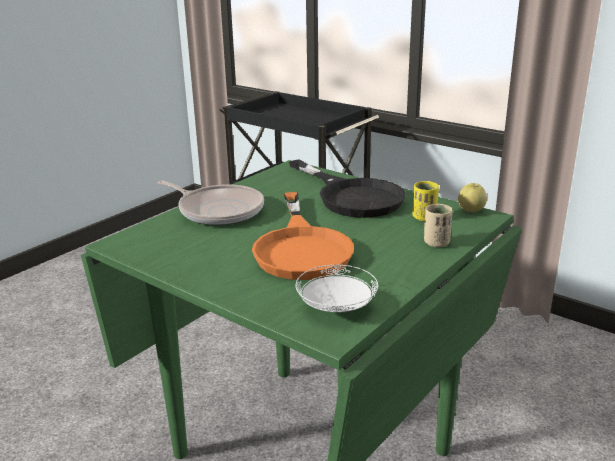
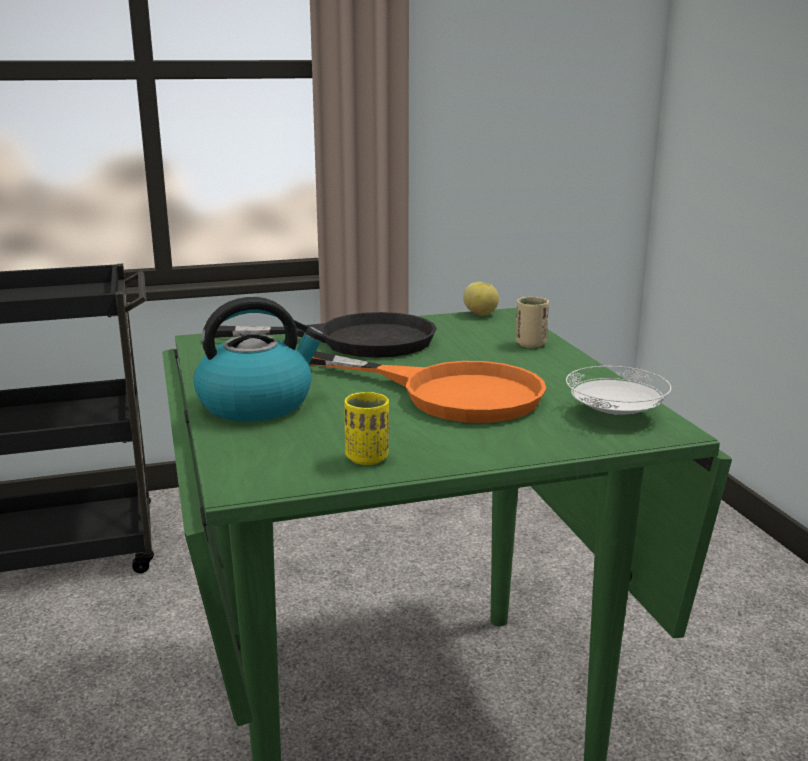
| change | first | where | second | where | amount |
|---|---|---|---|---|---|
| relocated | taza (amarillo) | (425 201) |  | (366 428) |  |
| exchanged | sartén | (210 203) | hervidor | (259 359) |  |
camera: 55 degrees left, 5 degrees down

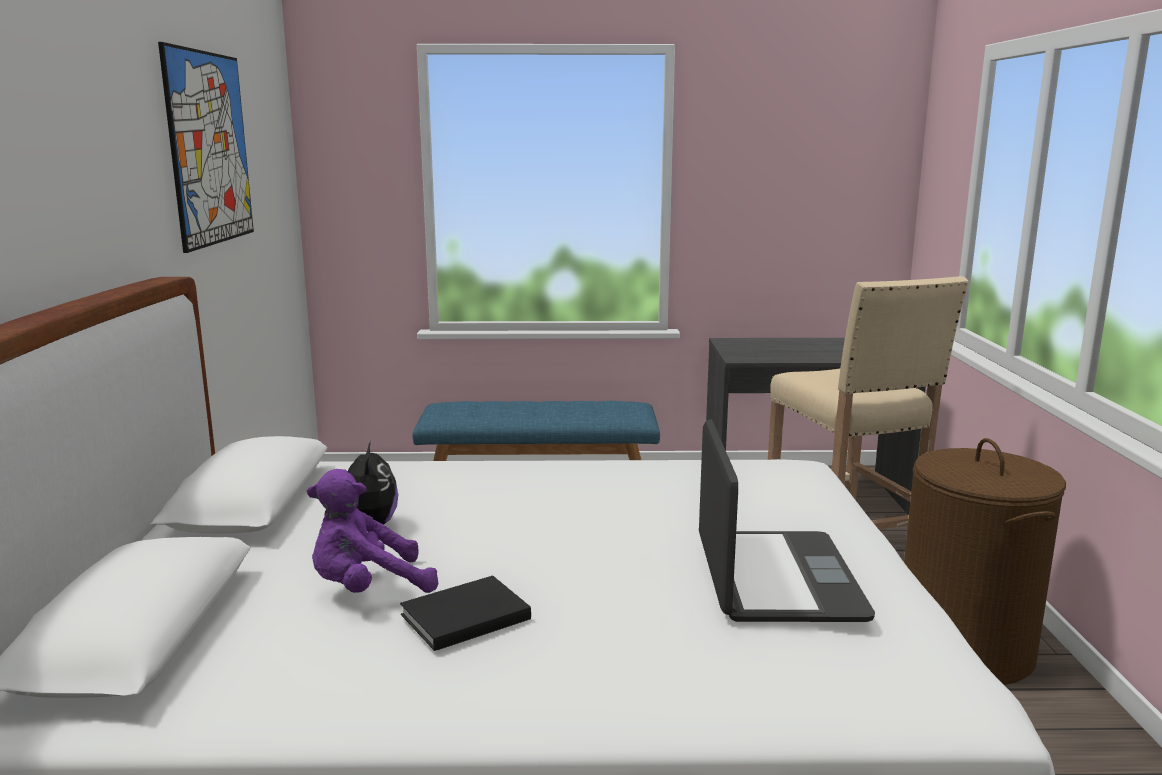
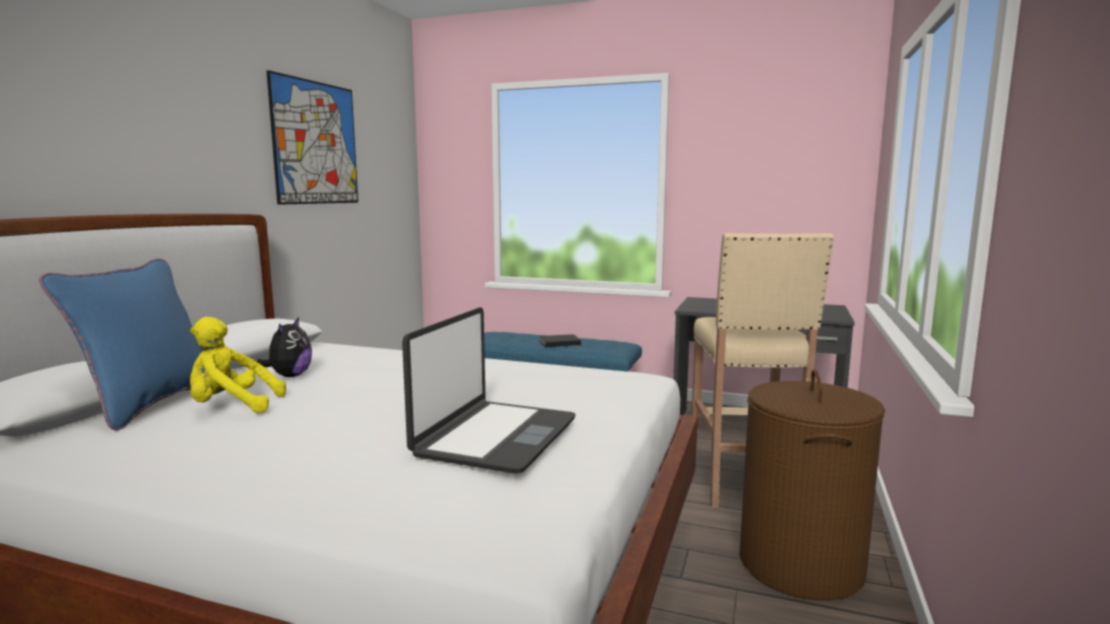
| change | first | where | second | where | amount |
|---|---|---|---|---|---|
| appeared |  |  | cojín (azul) | (121 344) |  |
| relocated | libro (negro) | (465 613) |  | (560 340) |  |
| colour | peluche (morado) | (373 531) | peluche (amarillo) | (238 365) |  |
camera: 20 degrees right, 5 degrees down

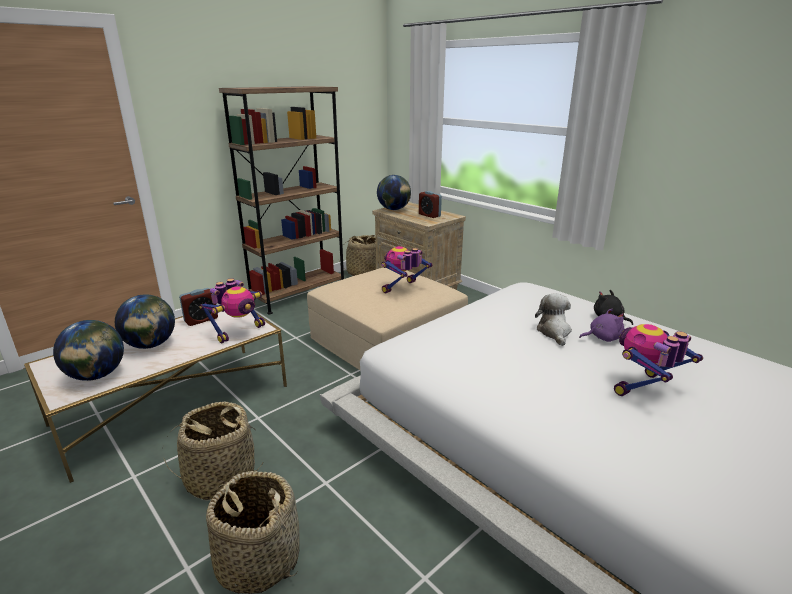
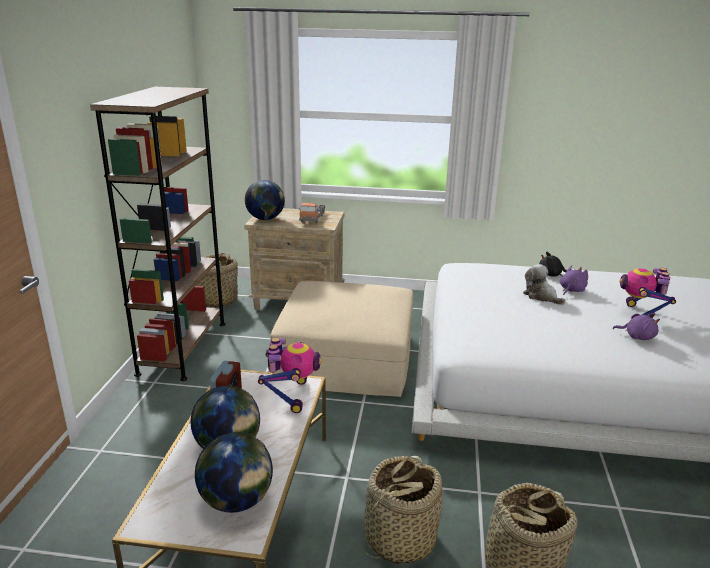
| change | first | where | second | where | amount |
|---|---|---|---|---|---|
| missing | robot de juguete | (407 269) |  |  |  |
| appeared |  |  | peluche (morado) | (636 326) |  |
| exchanged | despertador | (430 204) | camión de juguete | (312 213) |  |
camera: 40 degrees left, 0 degrees up

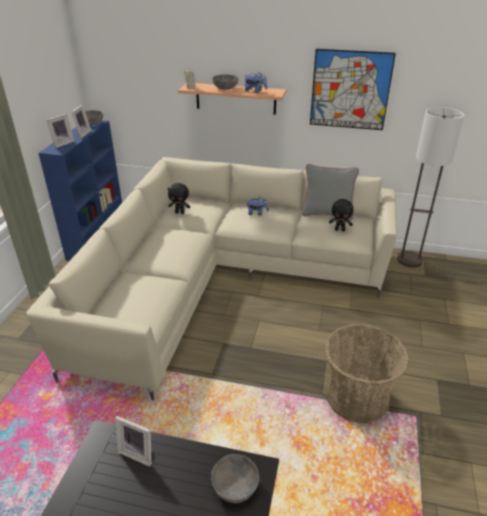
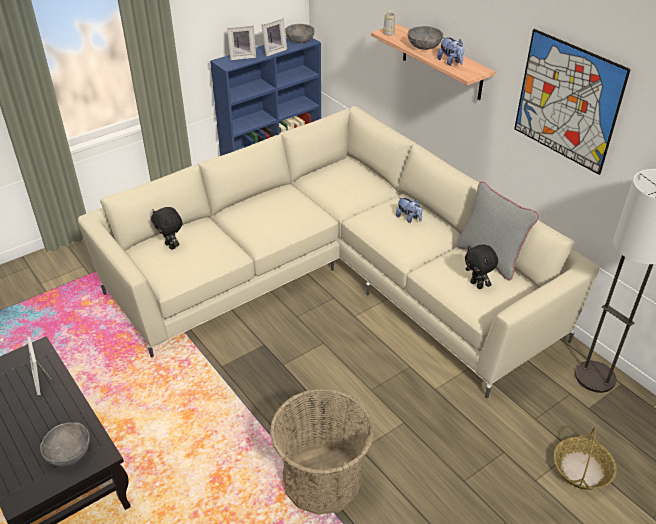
| change | first | where | second | where | amount |
|---|---|---|---|---|---|
| appeared |  |  | cesta | (585 458) |  |
| relocated | peluche (negro) | (178 198) |  | (166 228) |  |
camera: 40 degrees right, 5 degrees up

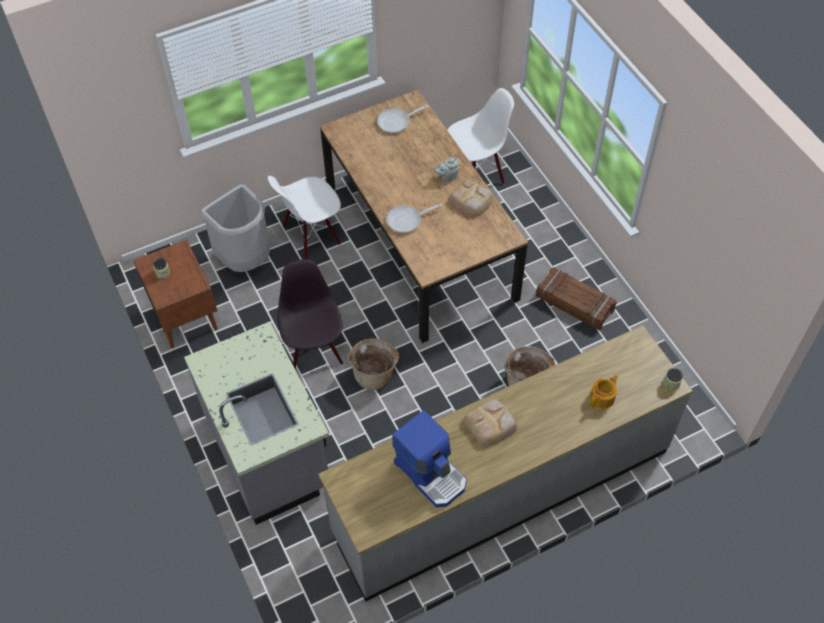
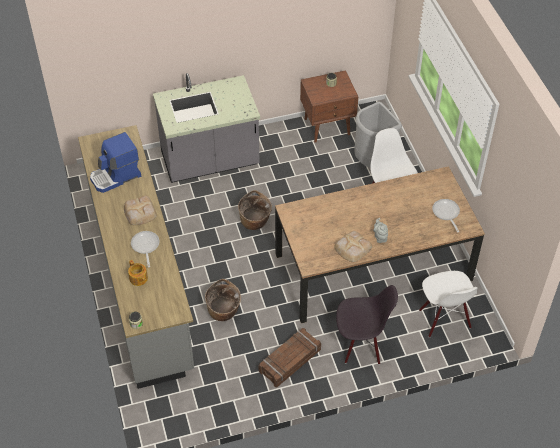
| change | first | where | second | where | amount |
|---|---|---|---|---|---|
| relocated | silla (negro) | (310 314) |  | (367 324) |  |
| relocated | sartén | (414 218) |  | (145 249) |  |
camera: 100 degrees right, 5 degrees down

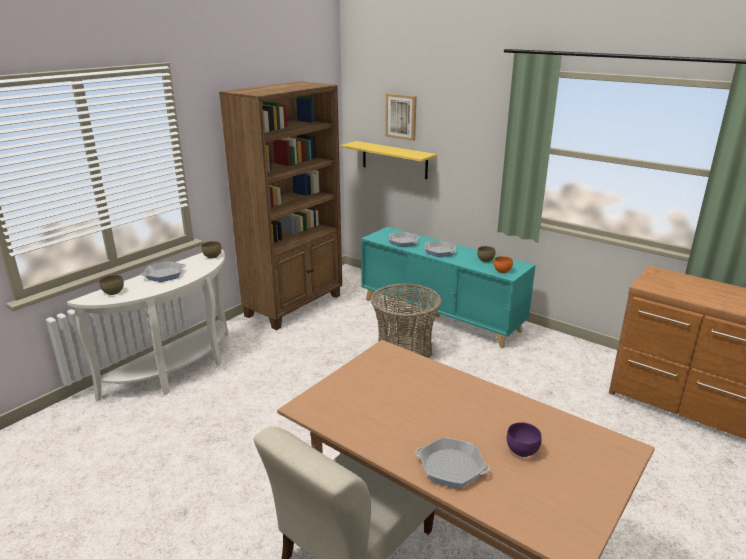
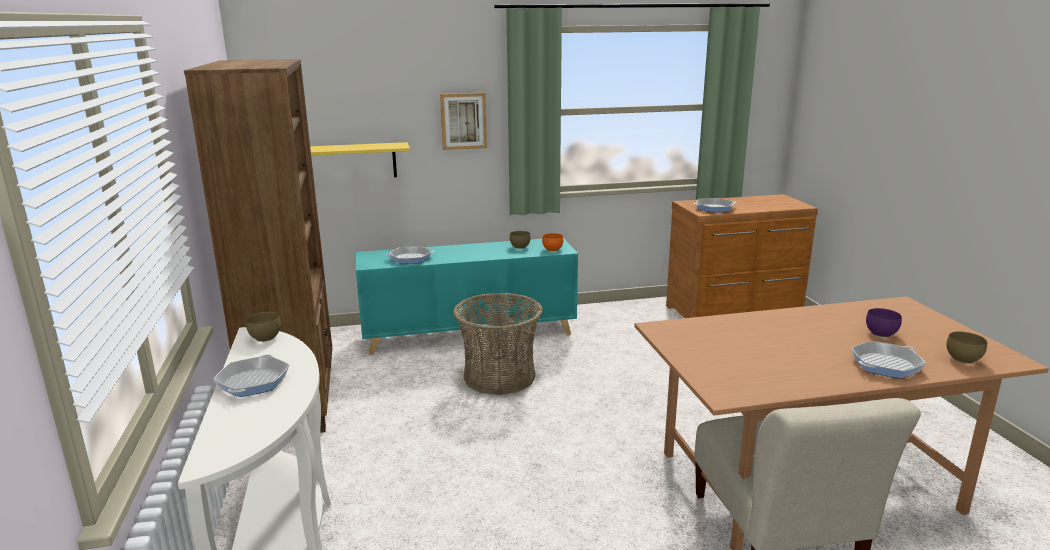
| change | first | where | second | where | amount |
|---|---|---|---|---|---|
| relocated | cuenco (marrón) | (111 285) |  | (966 347) |  |
| relocated | cuadro | (401 117) |  | (463 121) |  |
| relocated | sartén | (441 249) |  | (715 205) |  |
camera: 50 degrees left, 5 degrees down

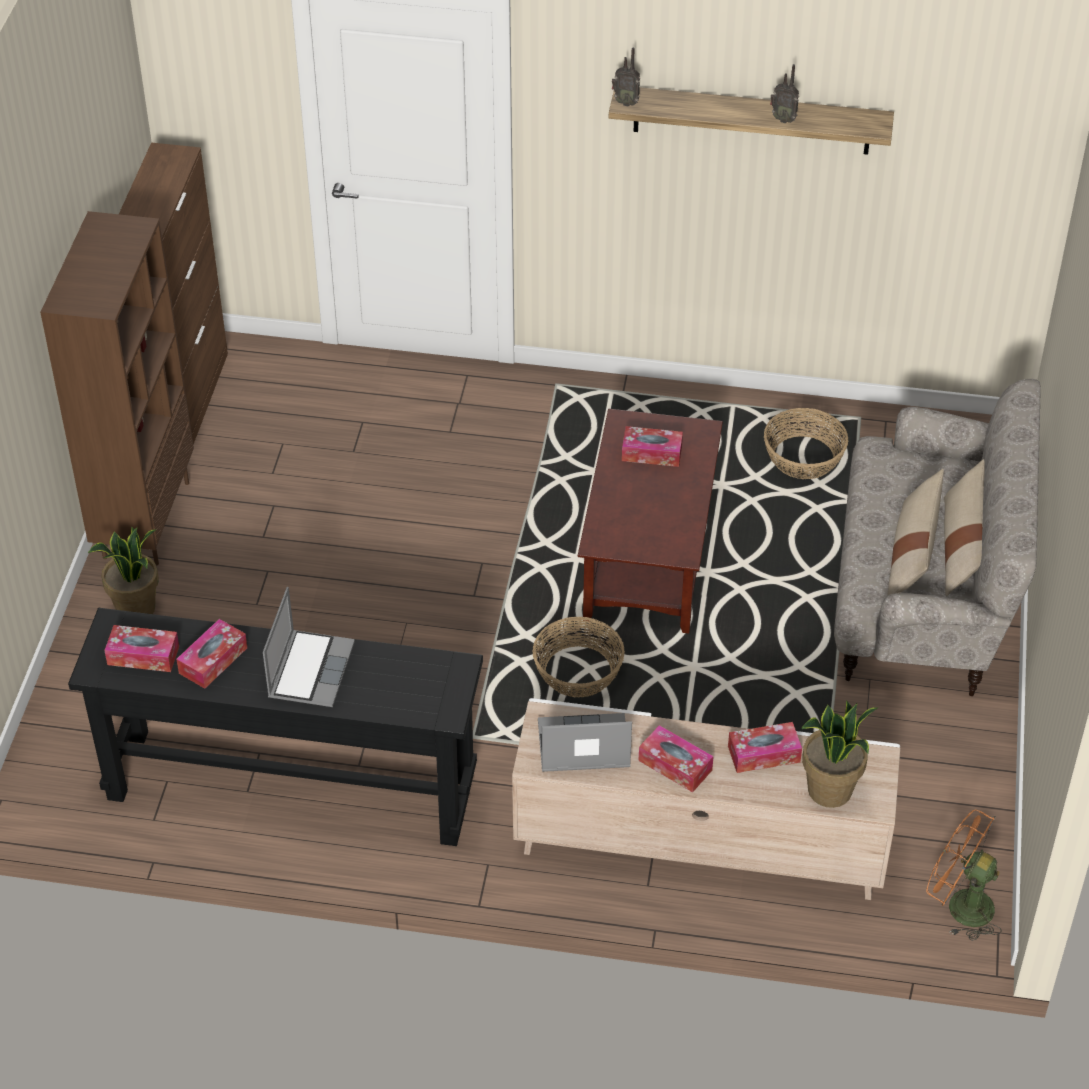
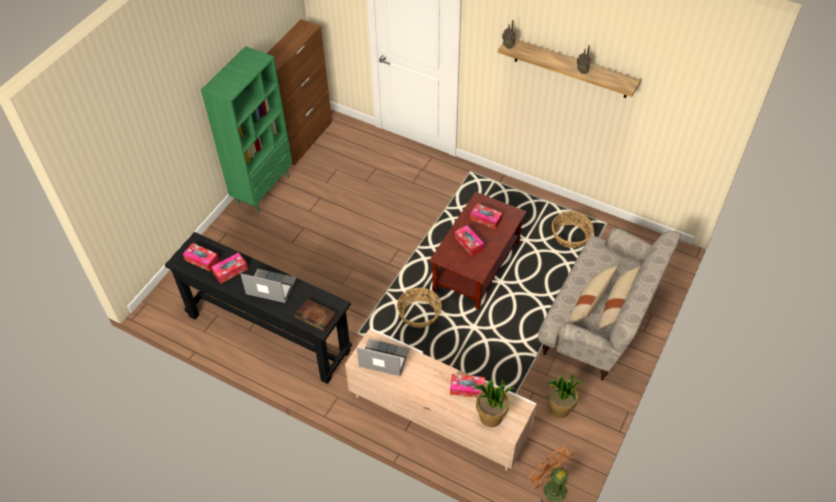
| change | first | where | second | where | amount |
|---|---|---|---|---|---|
| appeared |  |  | libro | (315 315) |  |
| relocated | planta en maceta | (123 570) |  | (565 395) |  |
| relocated | caja de pañuelos | (676 758) |  | (469 240) |  |
| colour | estantería (marrón) | (117 388) | estantería (verde) | (246 129) |  |
| spun | portátil | (309 647) |  | (268 286) | 105 degrees counterclockwise |
camera: 20 degrees right, 5 degrees up

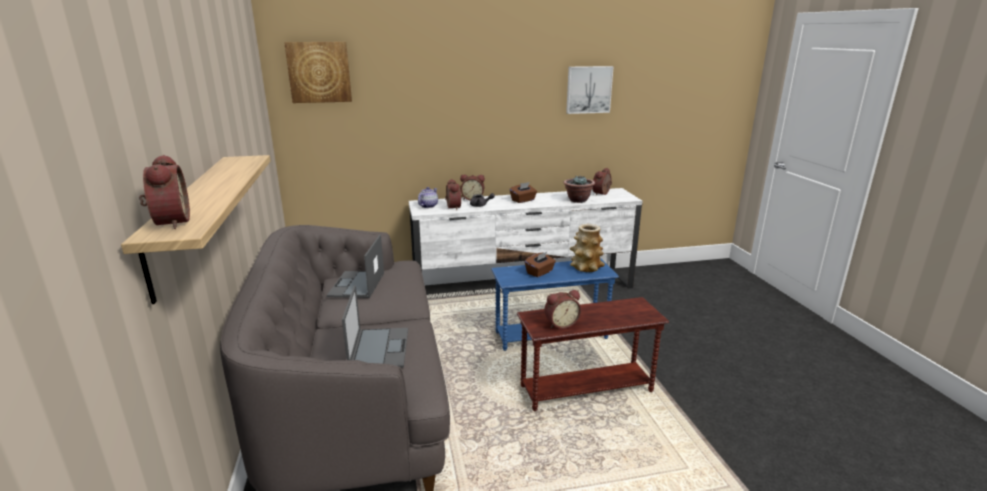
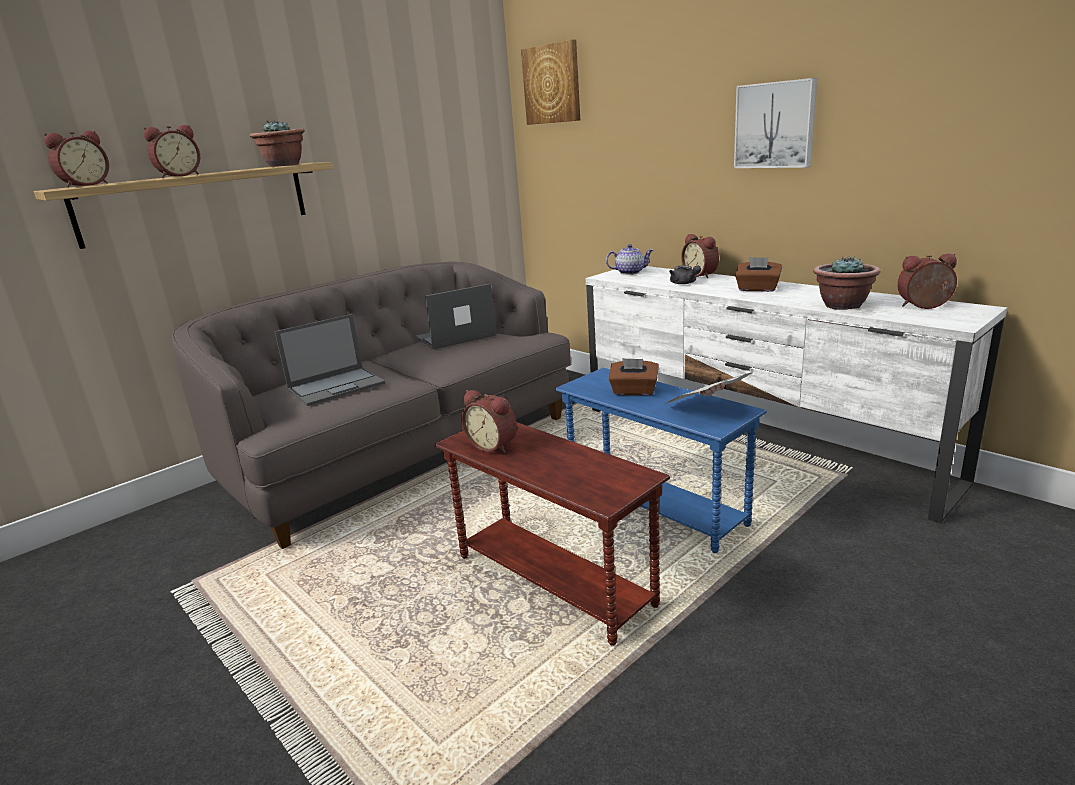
| change | first | where | second | where | amount |
|---|---|---|---|---|---|
| appeared |  |  | planta en maceta | (277 143) |  |
| relocated | despertador | (453 194) |  | (172 151) |  |
| relocated | cuadro | (590 90) |  | (775 123) |  |
| exchanged | florero | (587 248) | periódico | (708 388) |  |
camera: 60 degrees right, 0 degrees up

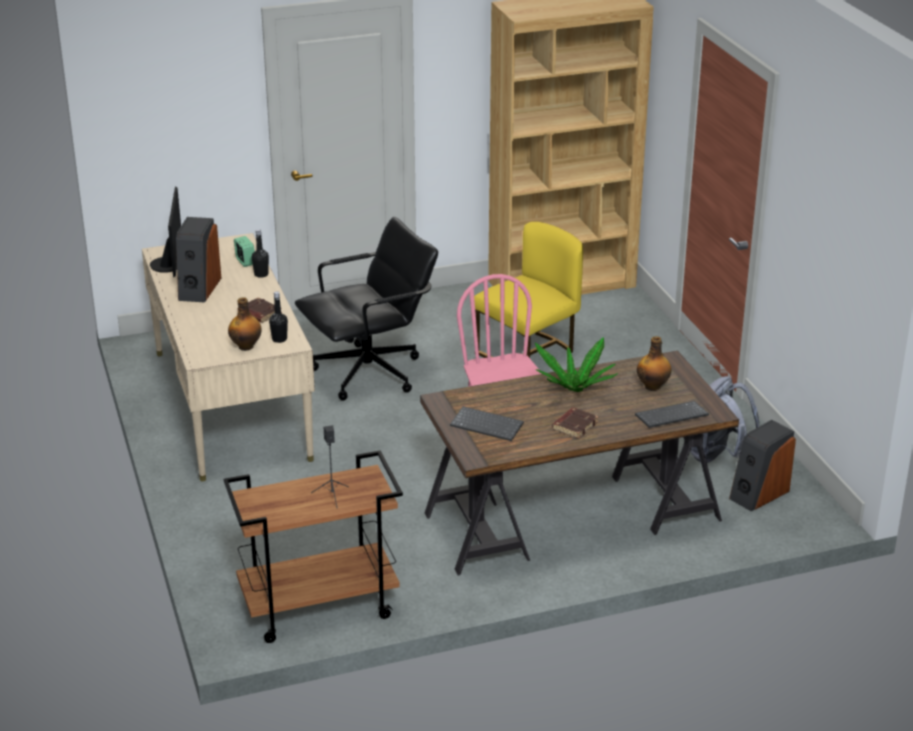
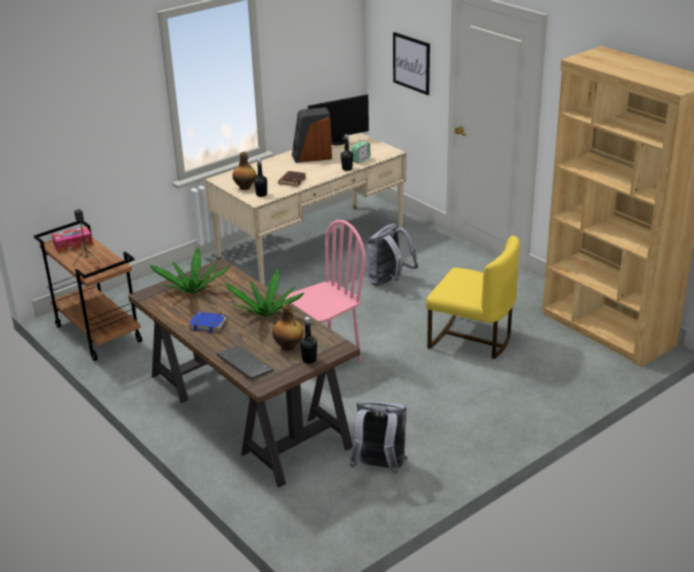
| change | first | where | second | where | amount |
|---|---|---|---|---|---|
| missing | altavoz | (762 465) |  |  |  |
| appeared |  |  | caja de pañuelos | (72 239) |  |
| appeared |  |  | botella (negro) | (308 340) |  |
| appeared |  |  | cuadro | (411 63) |  |
| exchanged | silla de oficina (negro) | (366 309) | mochila (gris) | (392 255) |  |
| exchanged | teclado | (487 423) | planta en maceta | (190 270) |  |
| colour | libro (marrón) | (575 423) | libro (azul) | (207 322) |  |
camera: 70 degrees right, 0 degrees up

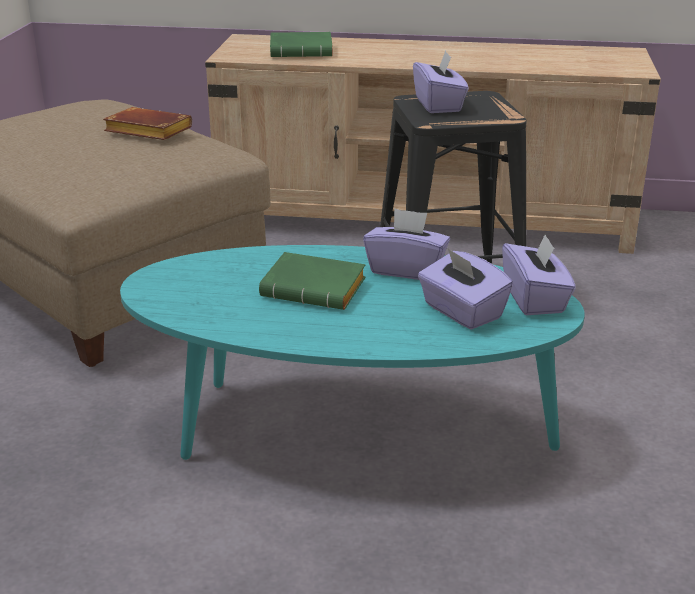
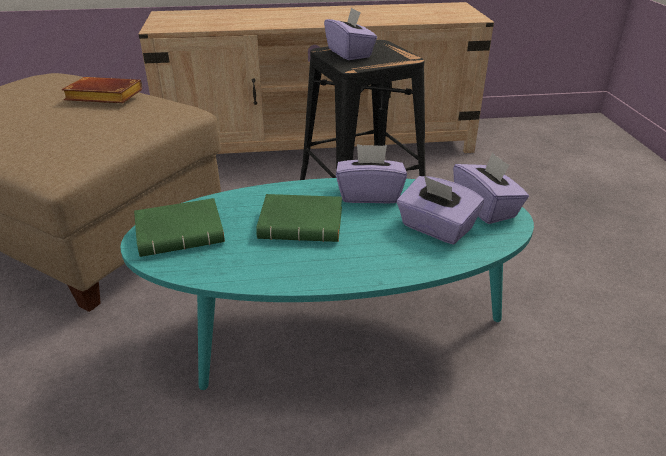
| change | first | where | second | where | amount |
|---|---|---|---|---|---|
| relocated | libro (verde) | (301 45) |  | (179 227) |  |
camera: 15 degrees left, 5 degrees up

